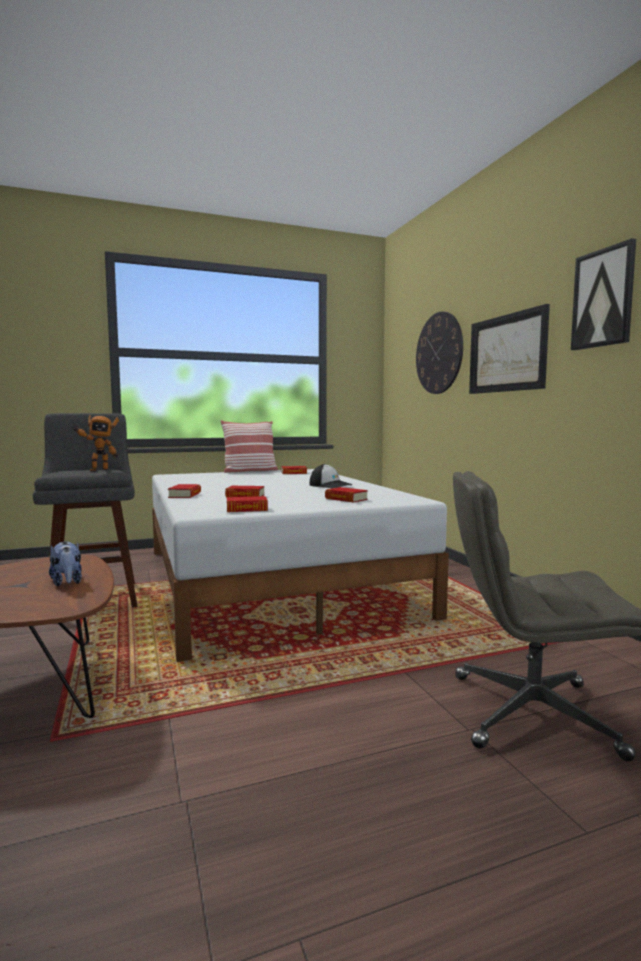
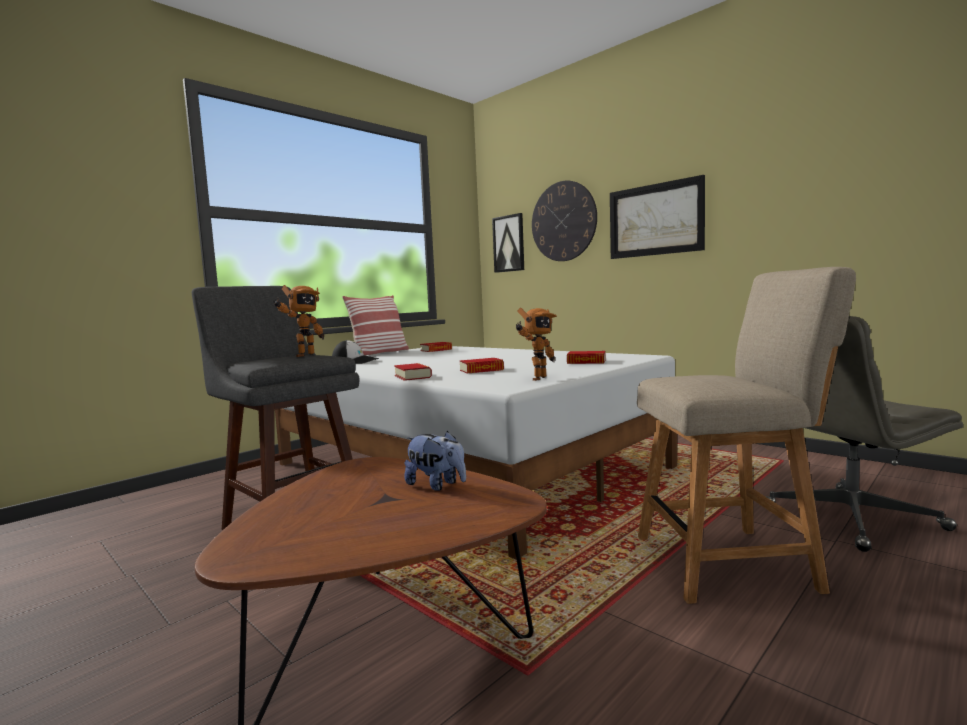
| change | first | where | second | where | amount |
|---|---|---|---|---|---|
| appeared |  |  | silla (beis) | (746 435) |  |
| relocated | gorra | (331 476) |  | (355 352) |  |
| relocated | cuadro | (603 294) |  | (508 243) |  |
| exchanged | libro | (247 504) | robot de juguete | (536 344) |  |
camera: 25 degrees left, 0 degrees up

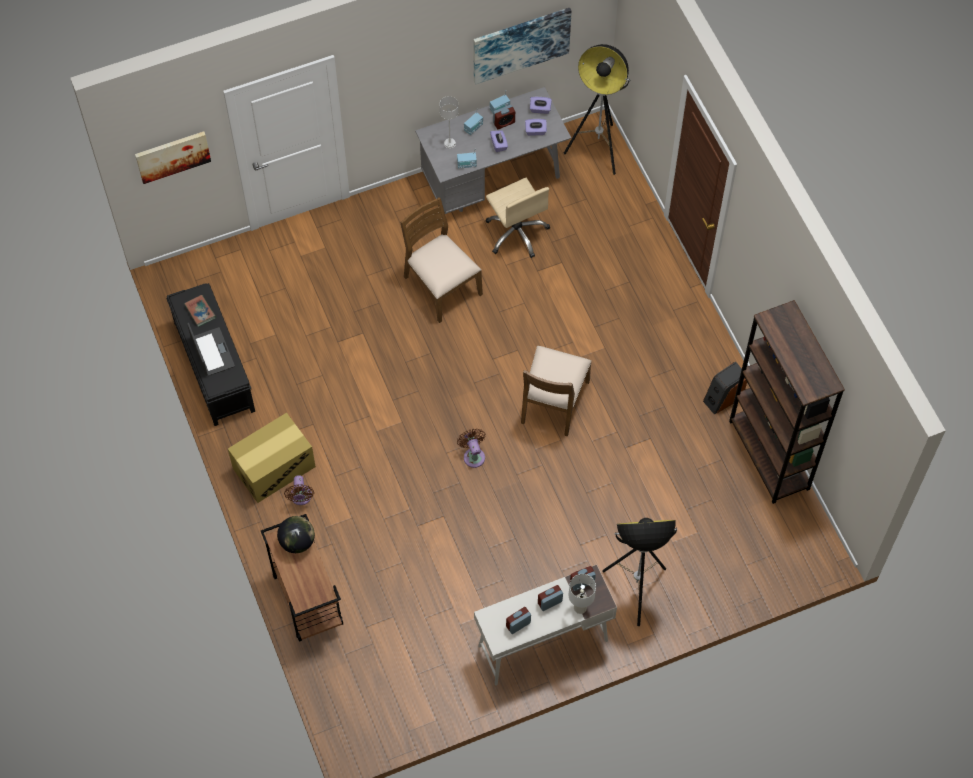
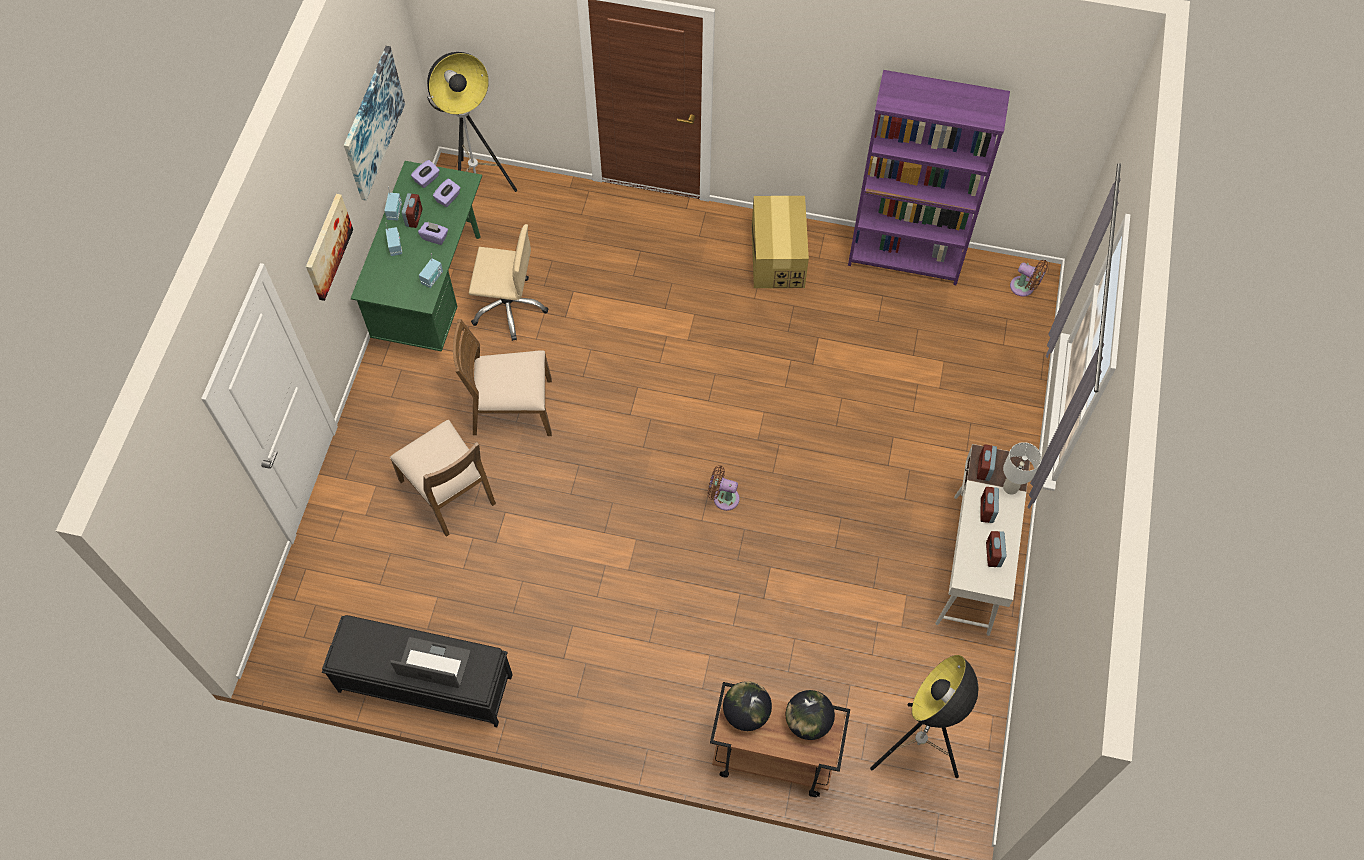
| change | first | where | second | where | amount |
|---|---|---|---|---|---|
| missing | libro | (200 311) |  |  |  |
| missing | lámpara de mesa (gris) | (449 122) |  |  |  |
| missing | altavoz | (725 388) |  |  |  |
| appeared |  |  | globo terráqueo | (810 715) |  |
| relocated | cuadro | (173 157) |  | (329 247) |  |
| relocated | caja de cartón | (272 458) |  | (780 242) |  |
| relocated | ventilador (marrón) | (299 490) |  | (1029 278) |  |
| relocated | silla (marrón) | (556 391) |  | (443 478) |  |
| relocated | lámpara de pie | (639 572) |  | (924 716) |  |
| colour | escritorio (gris) | (493 150) | escritorio (verde) | (416 256) |  |
| colour | estantería (marrón) | (787 402) | estantería (morado) | (929 177) |  |
camera: 55 degrees left, 0 degrees up

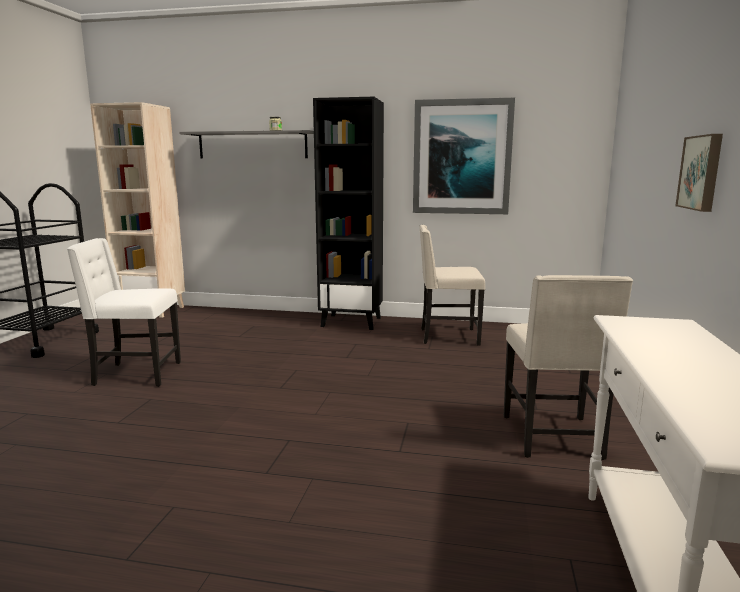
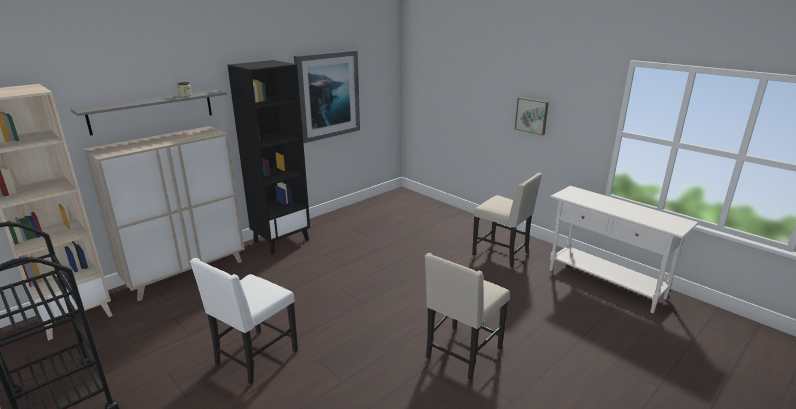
| change | first | where | second | where | amount |
|---|---|---|---|---|---|
| appeared |  |  | armario (beis) | (164 213) |  |
| relocated | silla (beis) | (452 285) |  | (467 316) |  |
camera: 55 degrees left, 10 degrees up

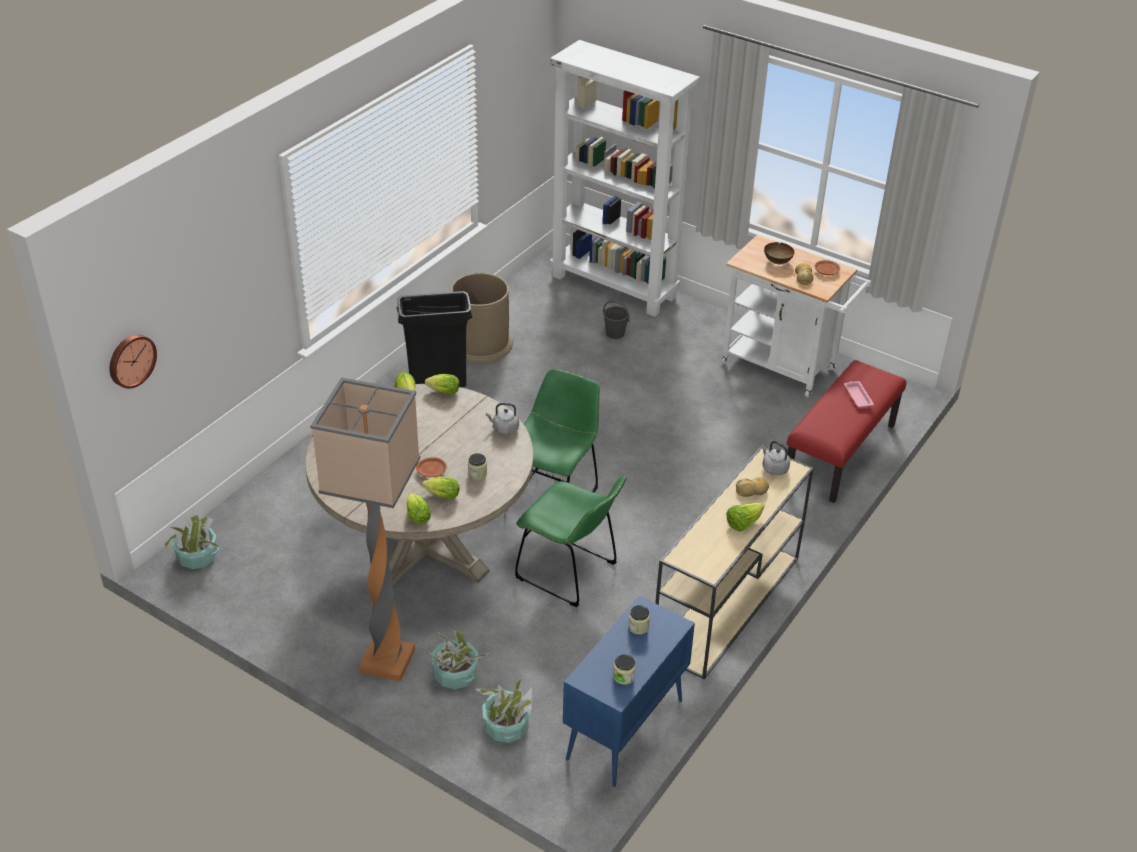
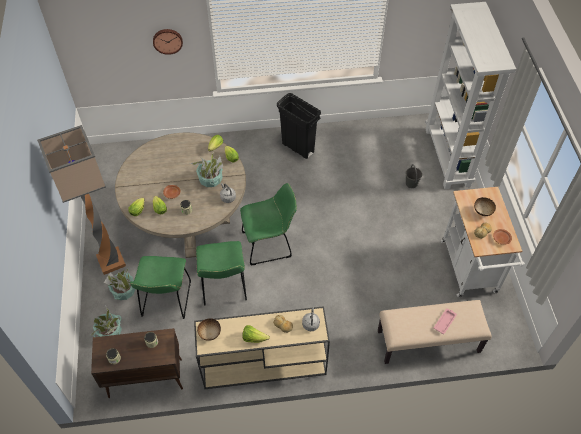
| change | first | where | second | where | amount |
|---|---|---|---|---|---|
| missing | papelera (marrón) | (482 318) |  |  |  |
| appeared |  |  | silla (verde) | (160 287) |  |
| appeared |  |  | cuenco | (209 329) |  |
| relocated | reloj de pared | (133 362) |  | (168 42) |  |
| relocated | planta en maceta | (190 540) |  | (206 170) |  |
| colour | armario (azul) | (629 691) | armario (marrón) | (137 363) |  |
| colour | banco (rojo) | (846 431) | banco (beis) | (435 332) |  |
camera: 50 degrees right, 15 degrees up

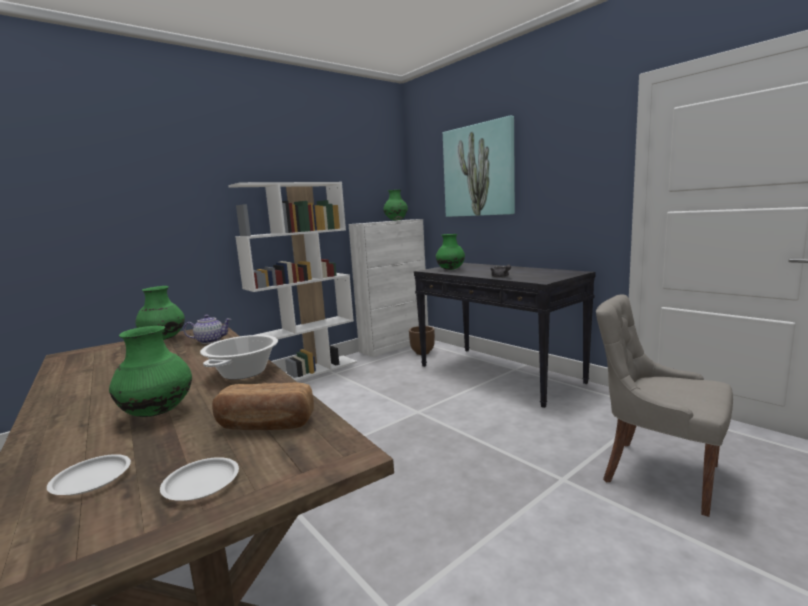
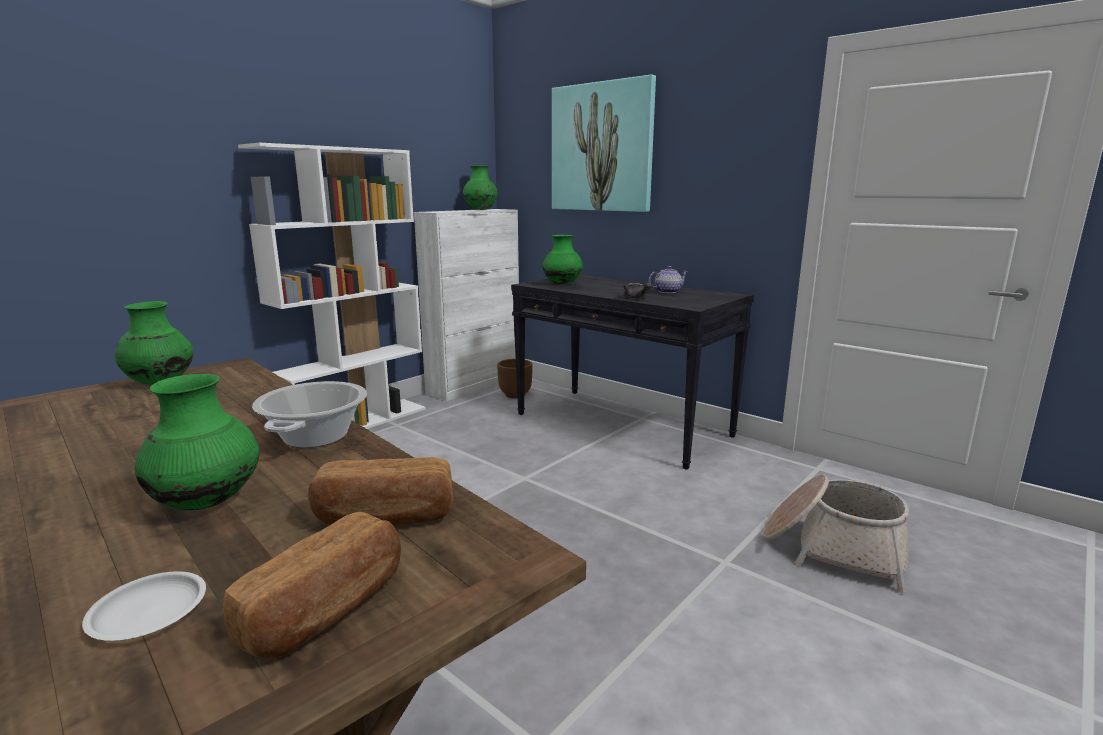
| change | first | where | second | where | amount |
|---|---|---|---|---|---|
| relocated | tetera | (207 329) |  | (668 279) |  |
| exchanged | plato (blanco) | (199 479) | pan | (312 585) |  |
| exchanged | silla (gris) | (664 405) | cesta | (835 534) |  |
camera: 10 degrees left, 5 degrees up

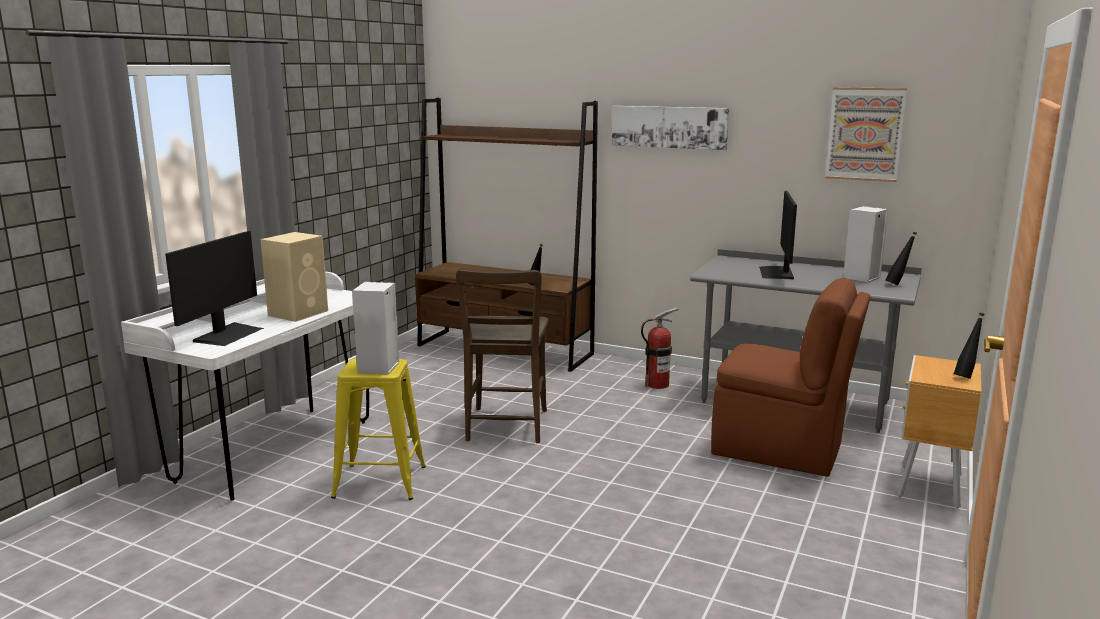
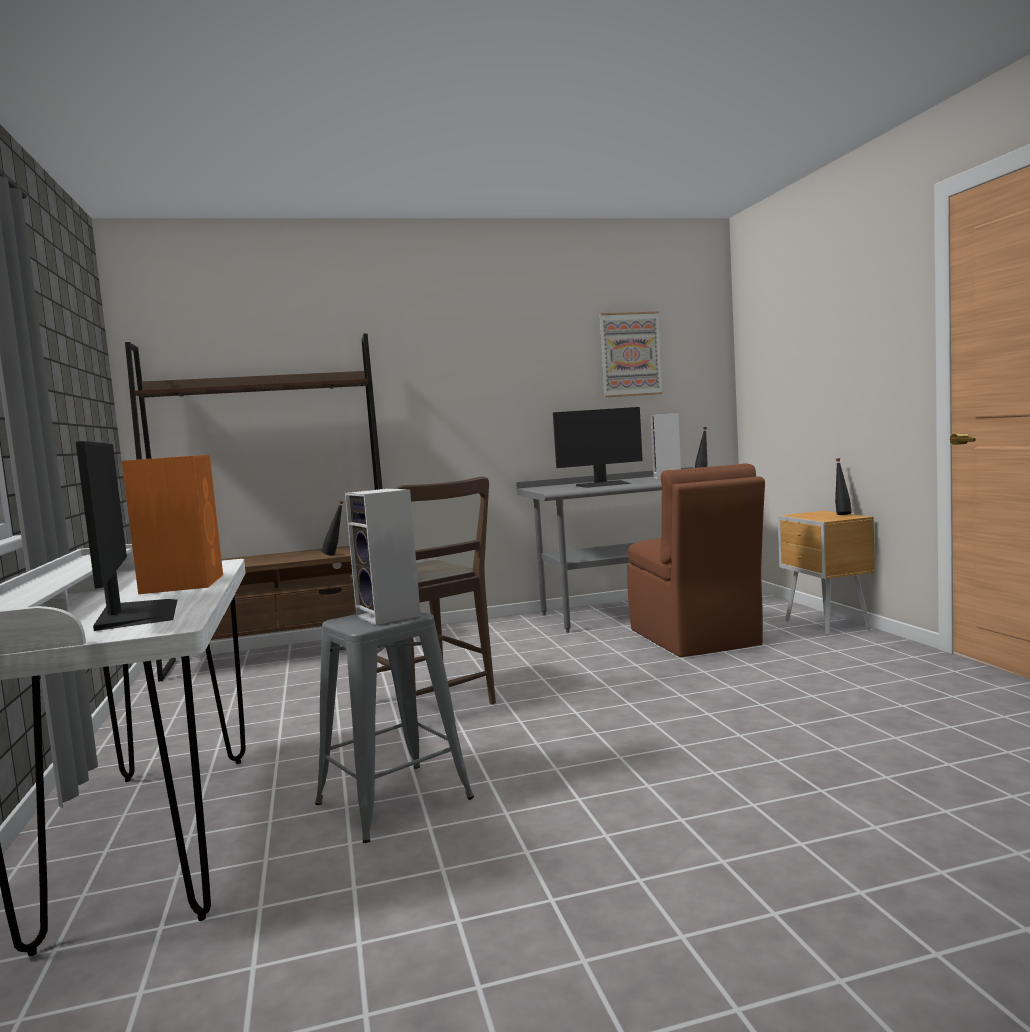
| change | first | where | second | where | amount |
|---|---|---|---|---|---|
| missing | cuadro | (670 128) |  |  |  |
| missing | extintor | (660 348) |  |  |  |
| colour | altavoz (beis) | (294 277) | altavoz (naranja) | (172 524) |  |
| colour | taburete (amarillo) | (378 429) | taburete (gris) | (394 727) |  |
| spun | silla (marrón) | (790 377) |  | (696 560) | 90 degrees clockwise |
| spun | monitor | (778 235) |  | (598 447) | 75 degrees counterclockwise |
camera: 40 degrees left, 10 degrees down

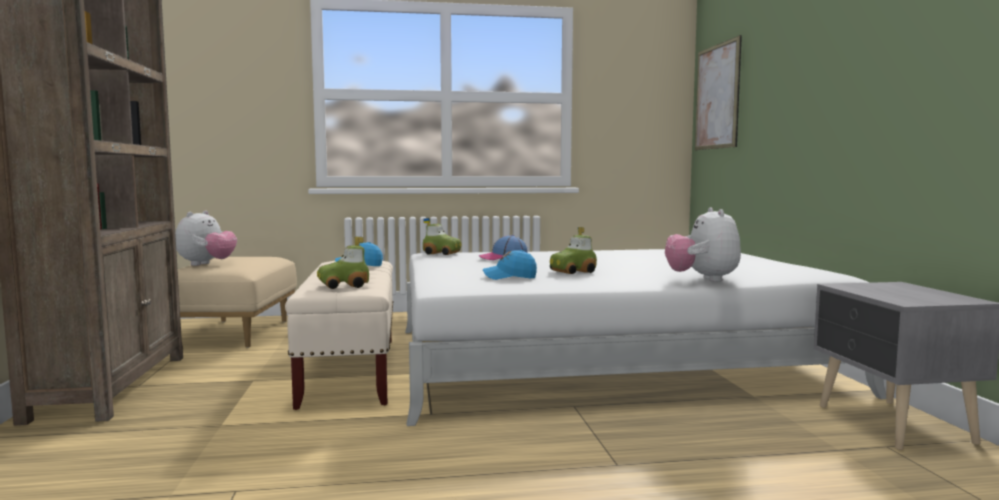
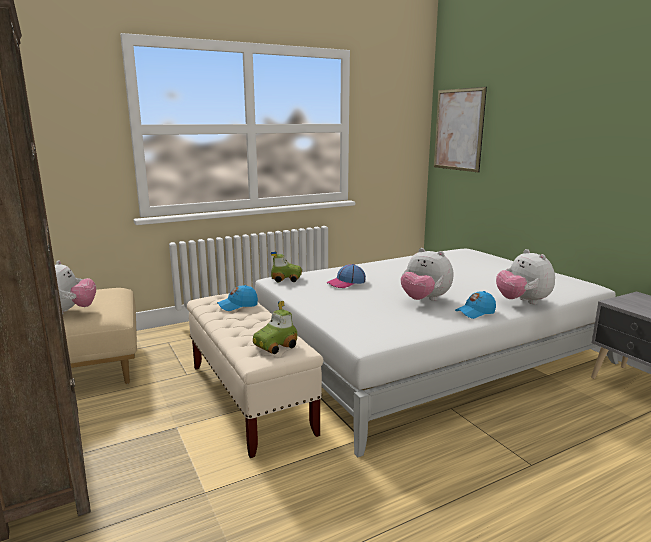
| change | first | where | second | where | amount |
|---|---|---|---|---|---|
| relocated | gorra (azul) | (510 265) |  | (475 305) |  |
| exchanged | coche de juguete | (573 250) | peluche | (427 274) |  |
camera: 20 degrees left, 10 degrees up

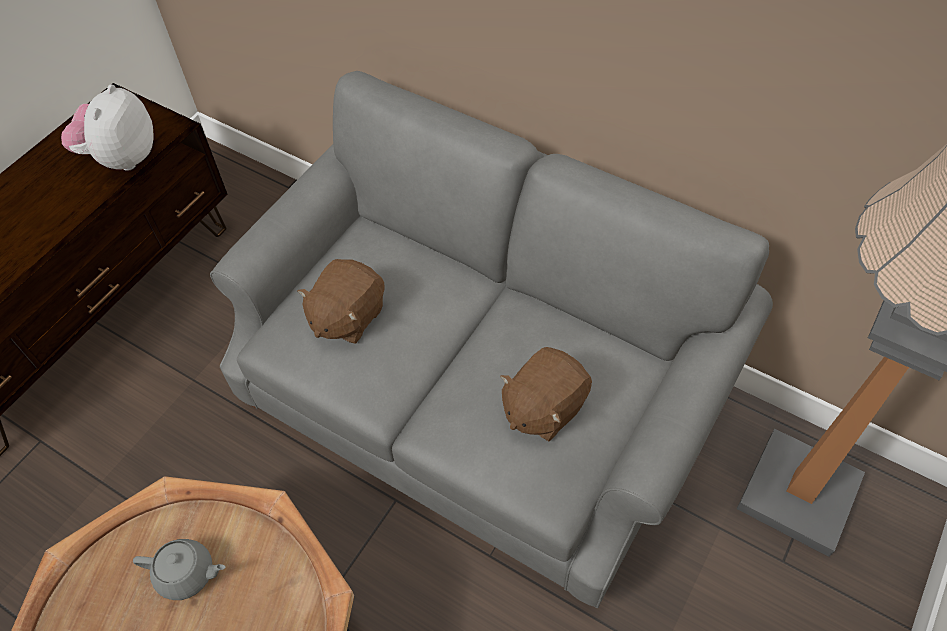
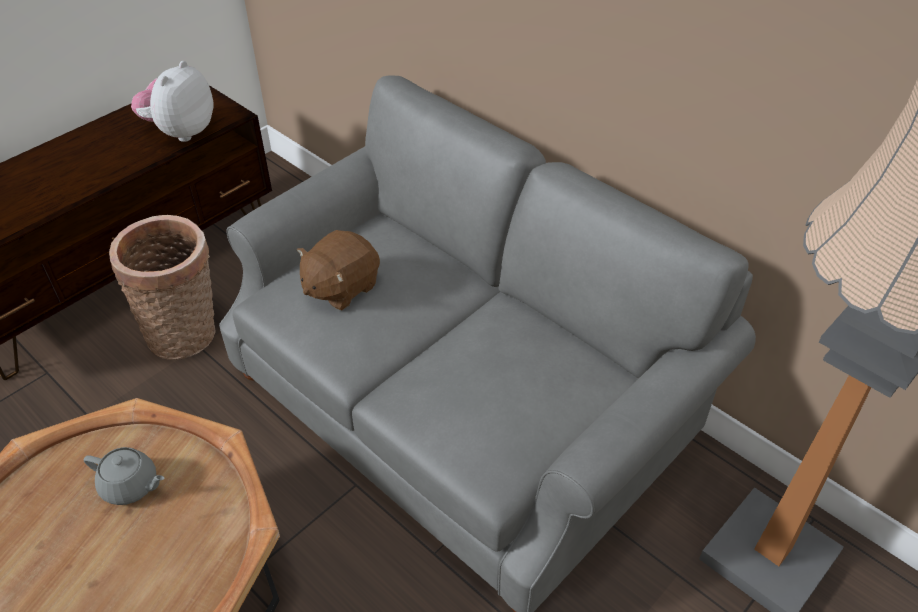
| change | first | where | second | where | amount |
|---|---|---|---|---|---|
| missing | peluche (marrón) | (546 394) |  |  |  |
| appeared |  |  | cesta | (162 287) |  |
camera: 10 degrees right, 10 degrees down

